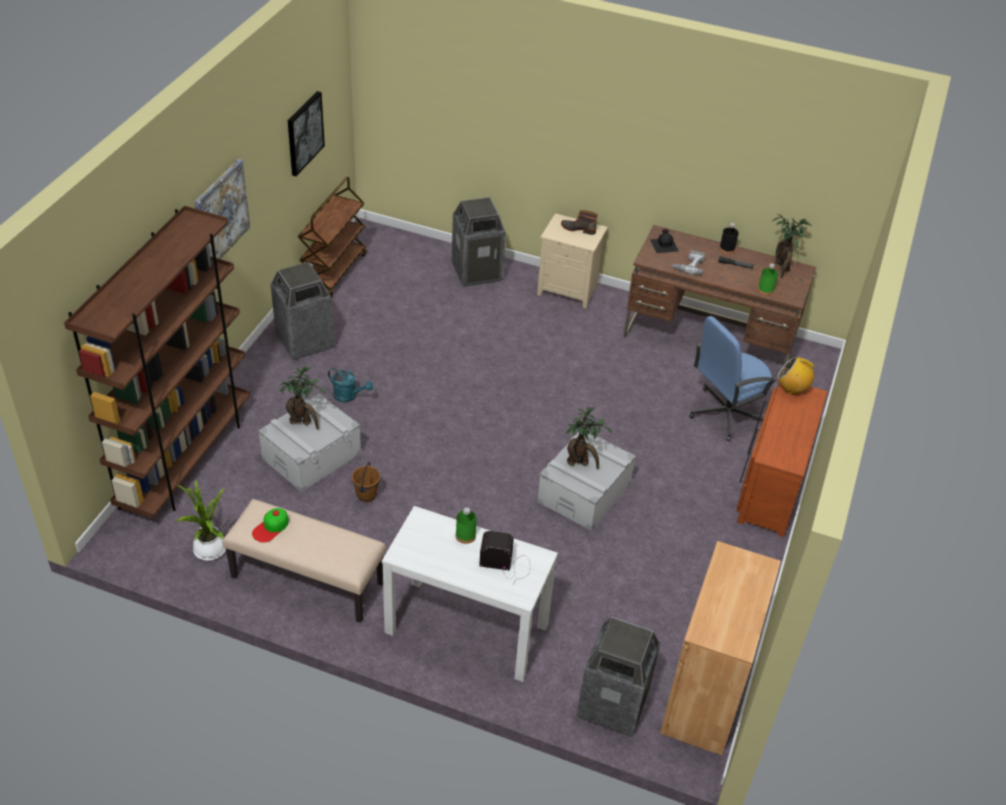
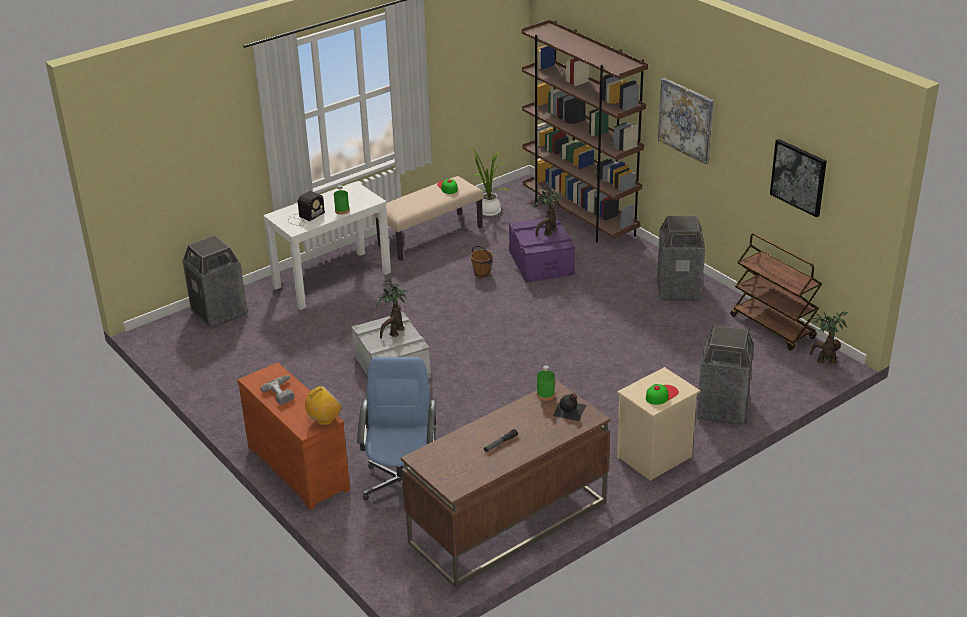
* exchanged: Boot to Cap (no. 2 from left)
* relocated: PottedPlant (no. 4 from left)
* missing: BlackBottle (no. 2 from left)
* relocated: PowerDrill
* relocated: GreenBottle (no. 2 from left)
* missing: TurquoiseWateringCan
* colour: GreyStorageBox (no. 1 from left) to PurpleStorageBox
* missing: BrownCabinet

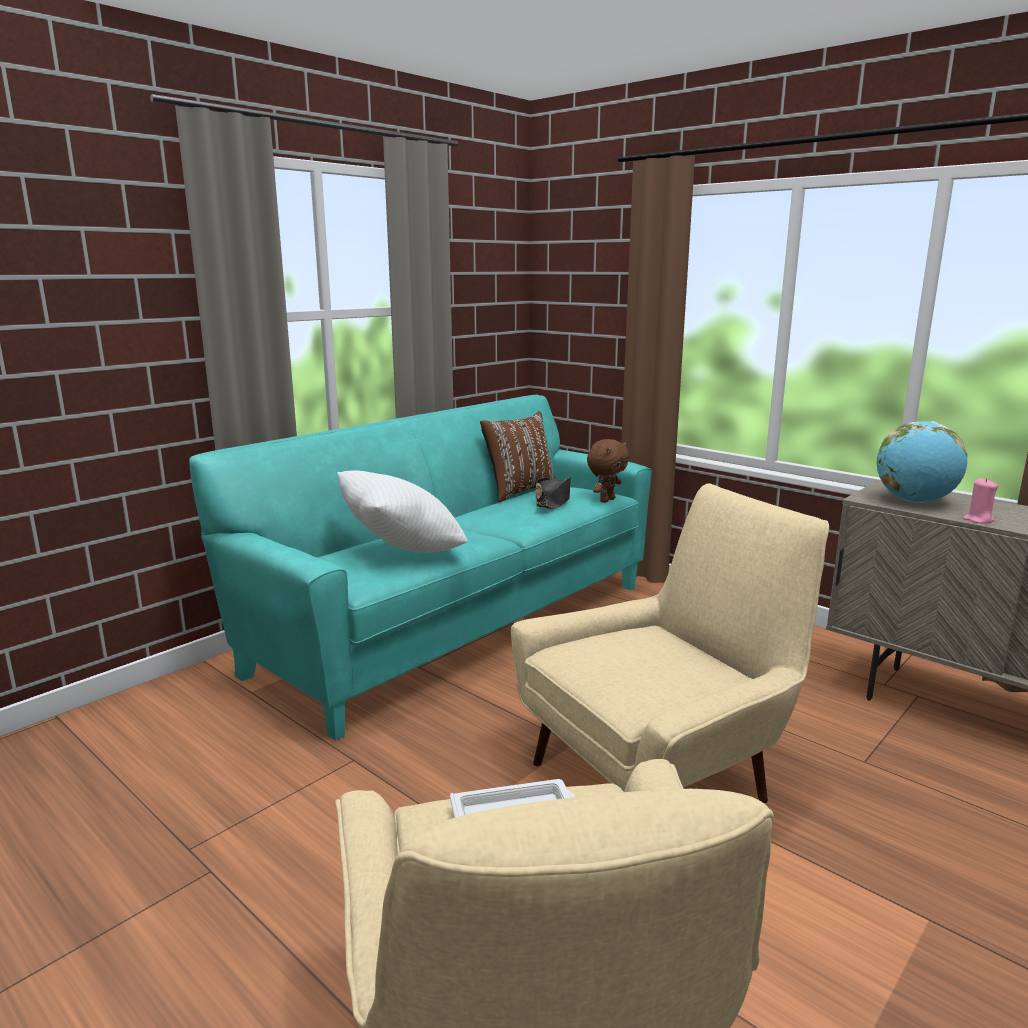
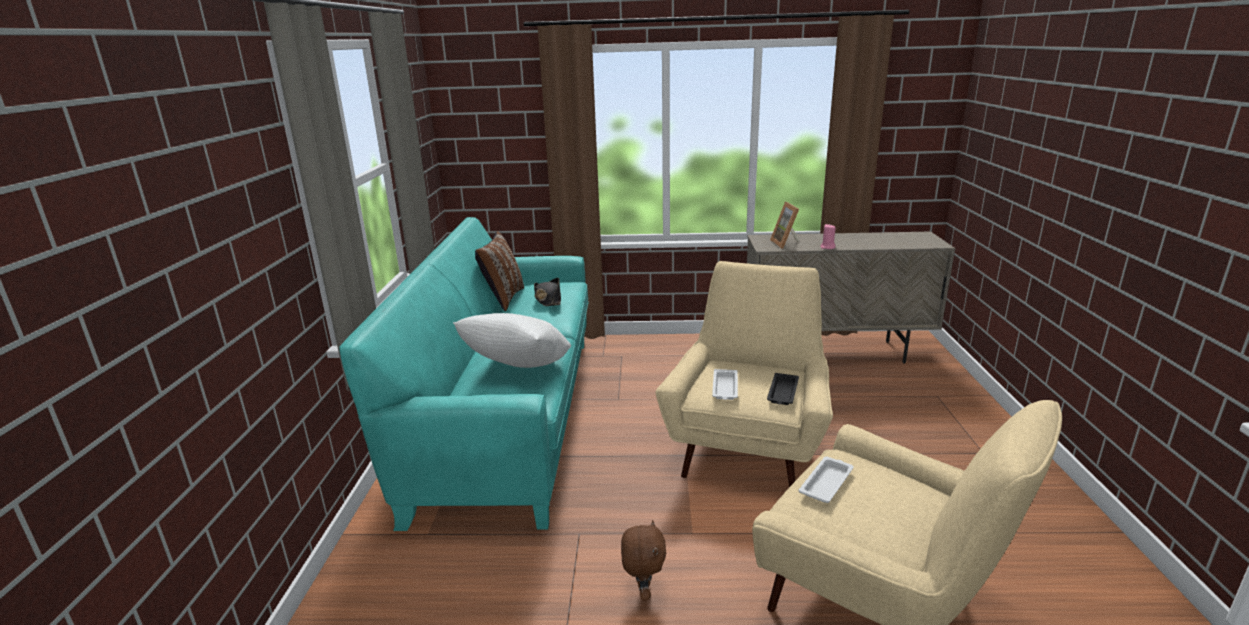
* exchanged: Globe to PictureFrame
* relocated: BrownPlushToy
* appeared: WhiteTray (no. 1 from left)
* appeared: BlackTray

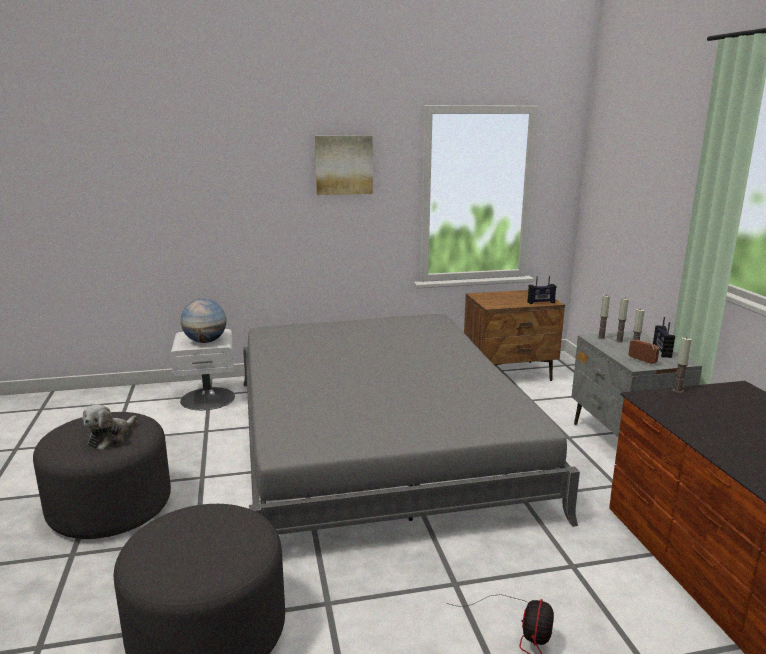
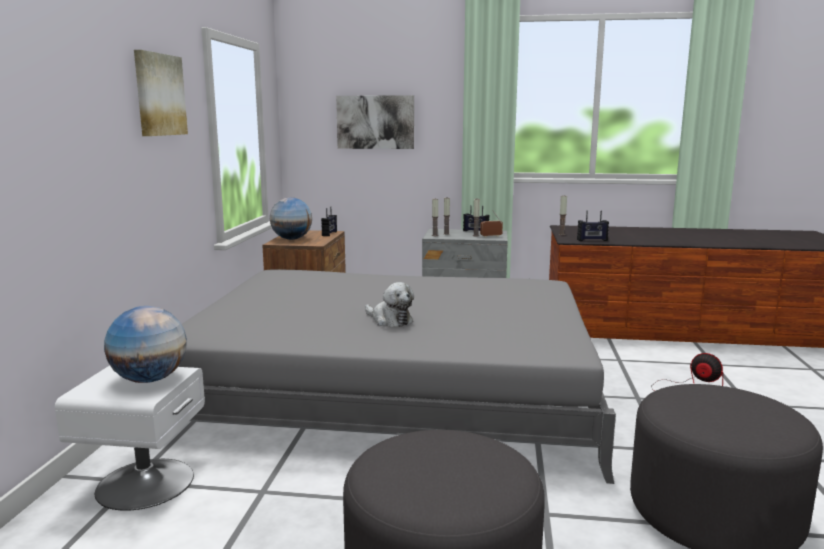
* relocated: PlushToy
* appeared: Picture (no. 2 from left)
* appeared: Globe (no. 2 from left)
* appeared: Radio (no. 4 from left)

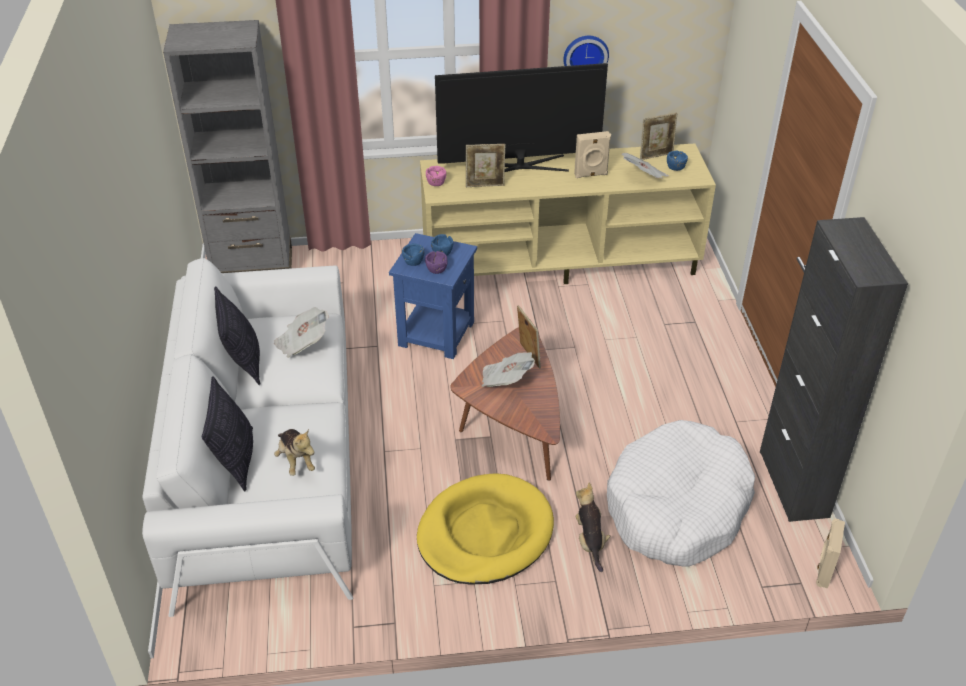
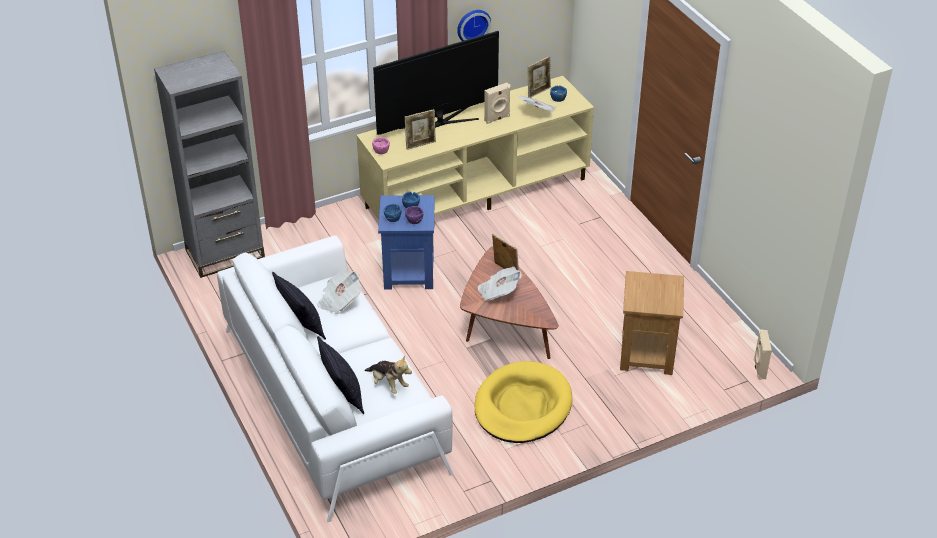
* missing: BlackCabinet
* exchanged: WhiteDogBed to BrownSideTable
* missing: PlushToy (no. 2 from left)

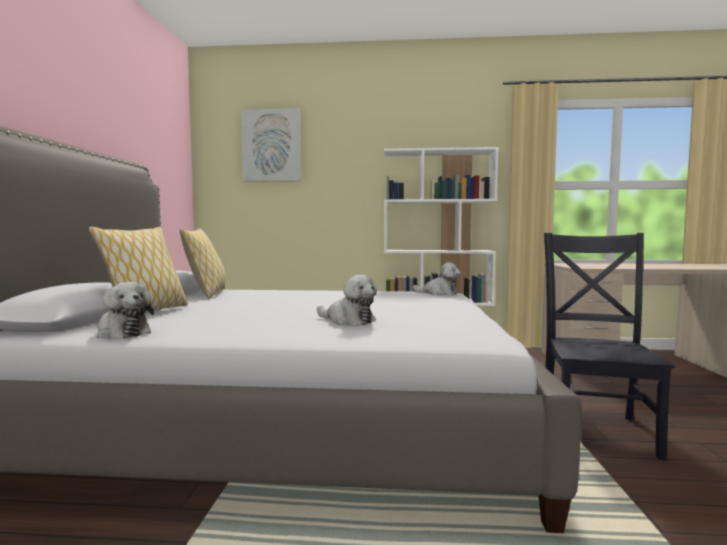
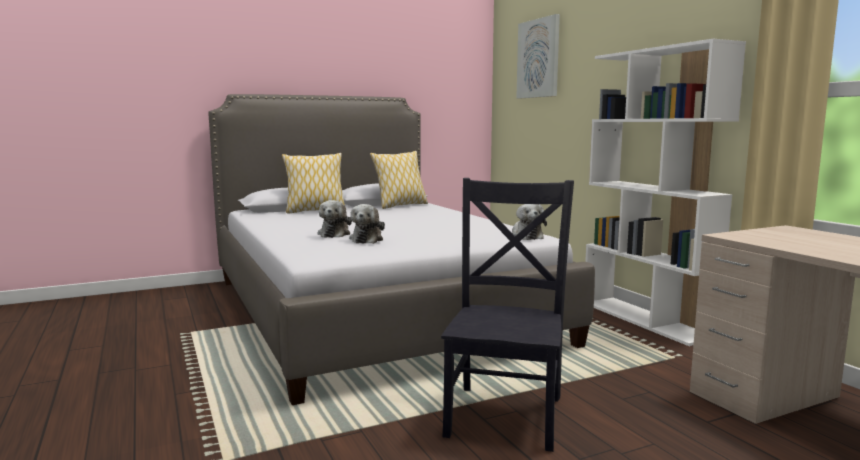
* spun: BlackChair 60 degrees counterclockwise
* relocated: PlushToy (no. 1 from left in the first image) to PlushToy (no. 2 from left)

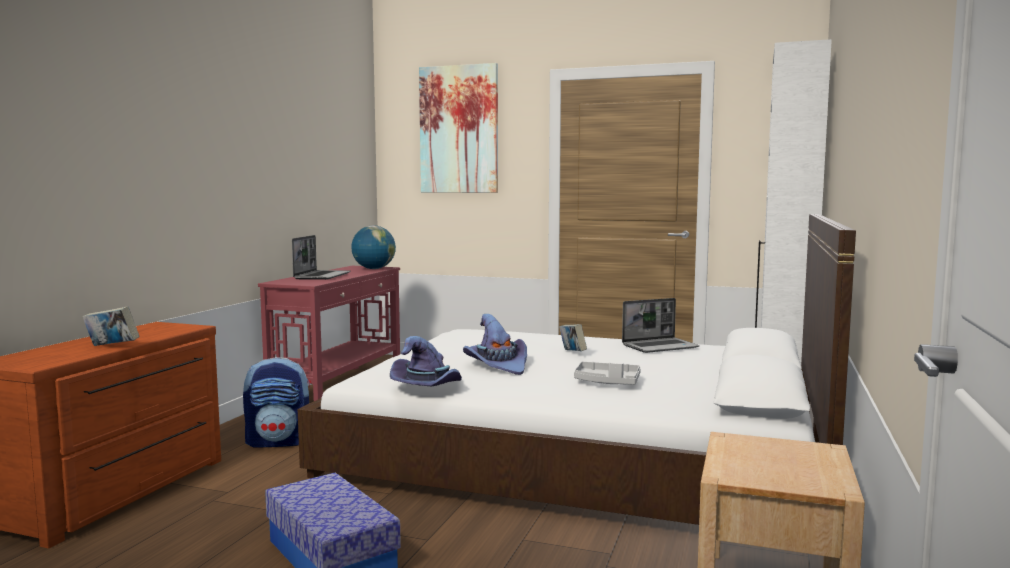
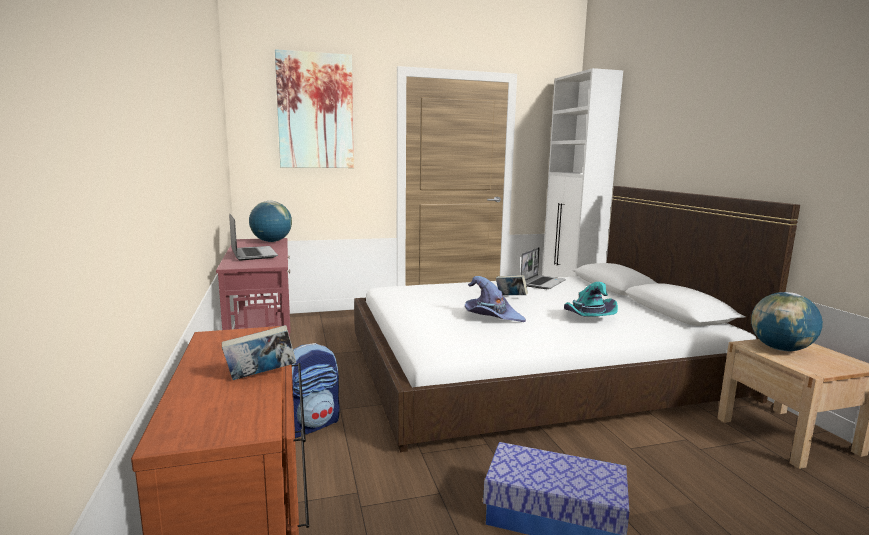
* missing: PurpleHat (no. 1 from left)
* exchanged: GreyTray to TurquoiseHat
* appeared: Globe (no. 2 from left)

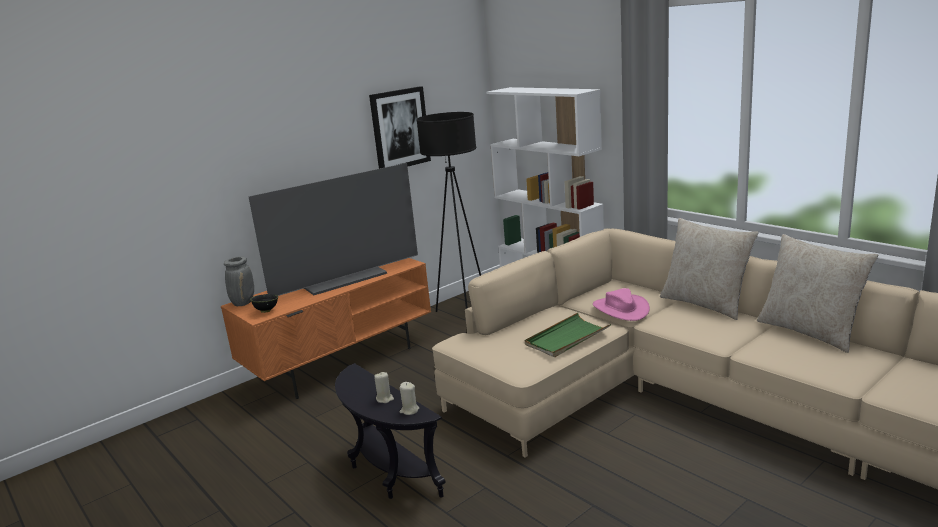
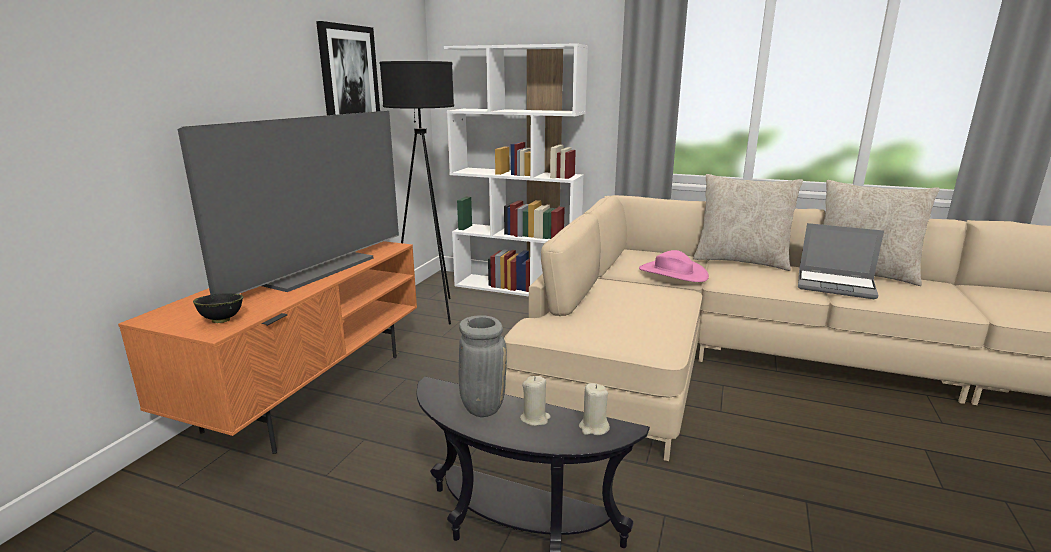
* relocated: GreyVase
* missing: GreenTray
* appeared: Laptop

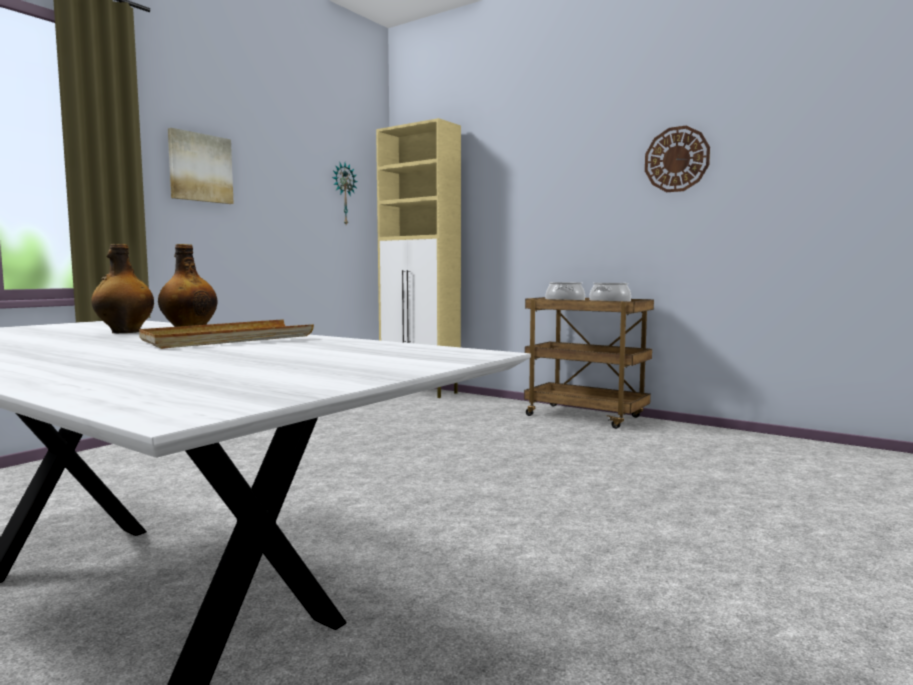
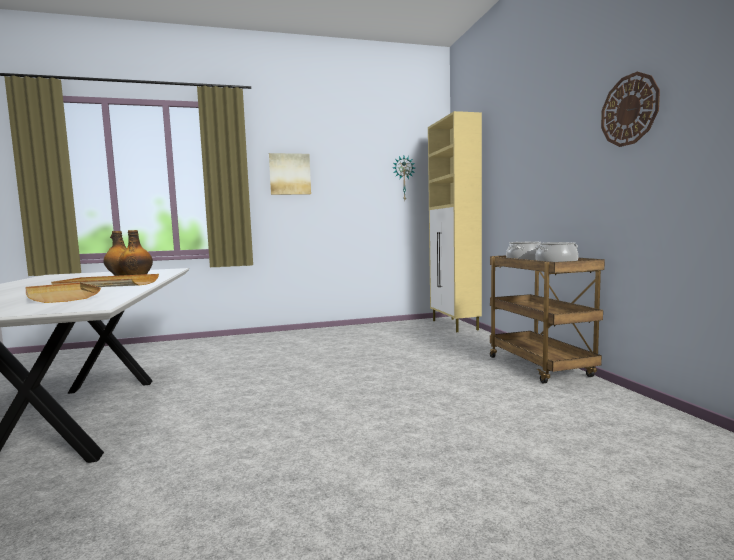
* appeared: BeigeTray (no. 1 from left)

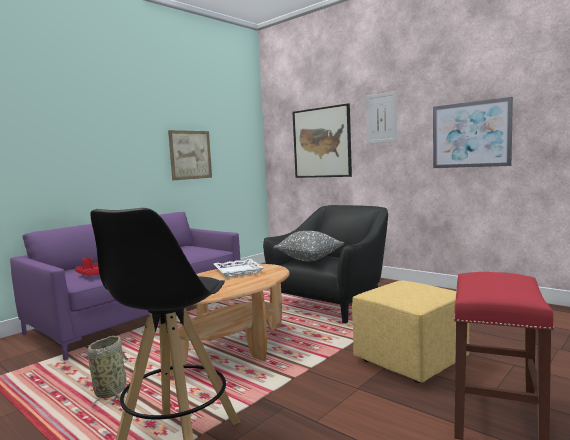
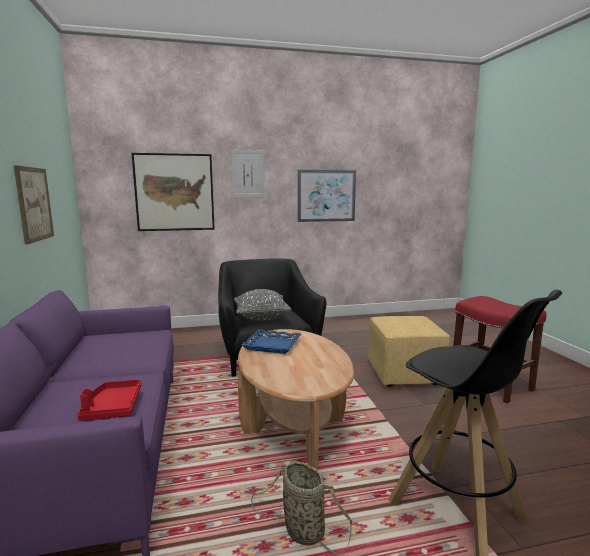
* colour: WhiteTray to BlueTray

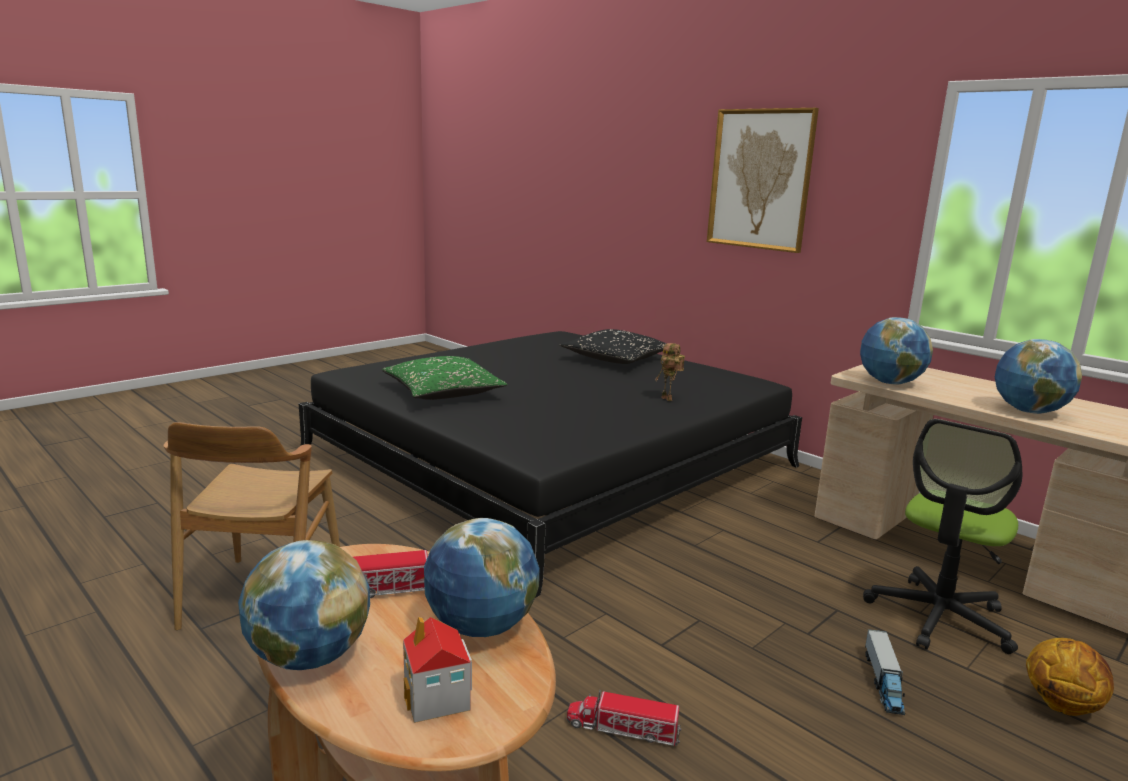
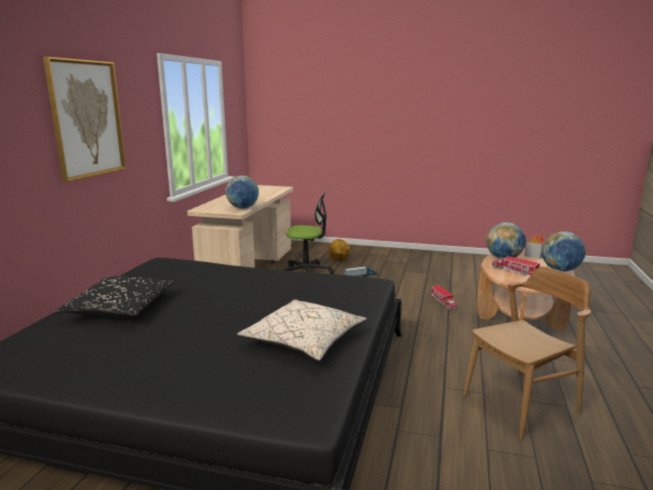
* missing: Globe (no. 4 from left)
* missing: ToyRobot
* colour: GreenPillow to BeigePillow

